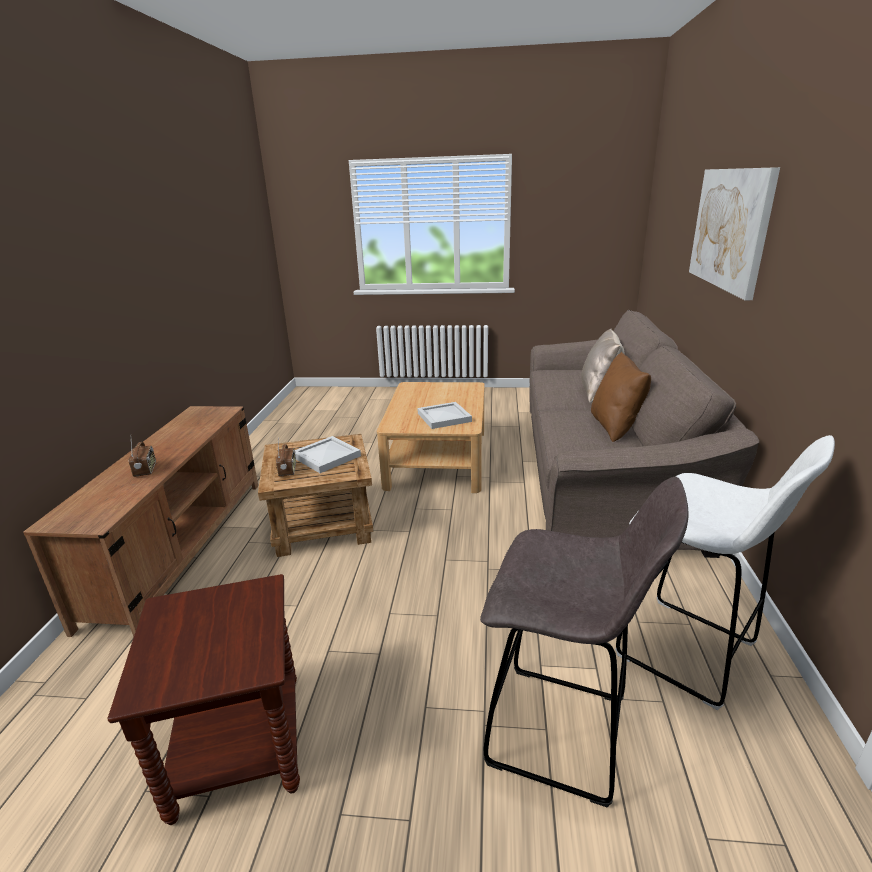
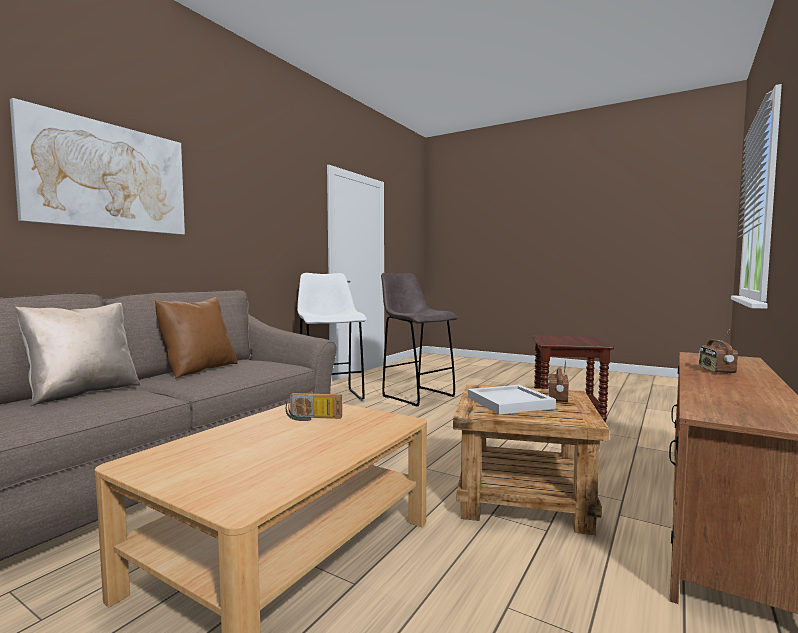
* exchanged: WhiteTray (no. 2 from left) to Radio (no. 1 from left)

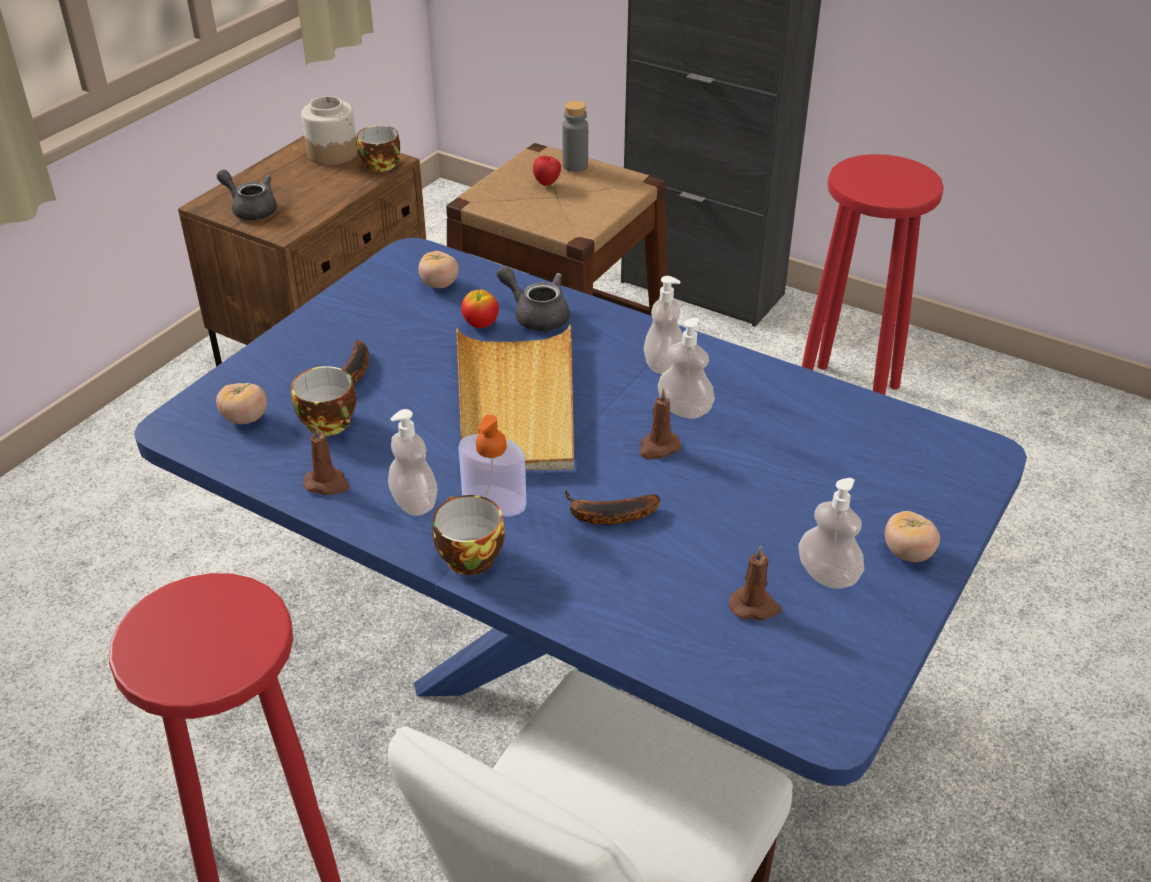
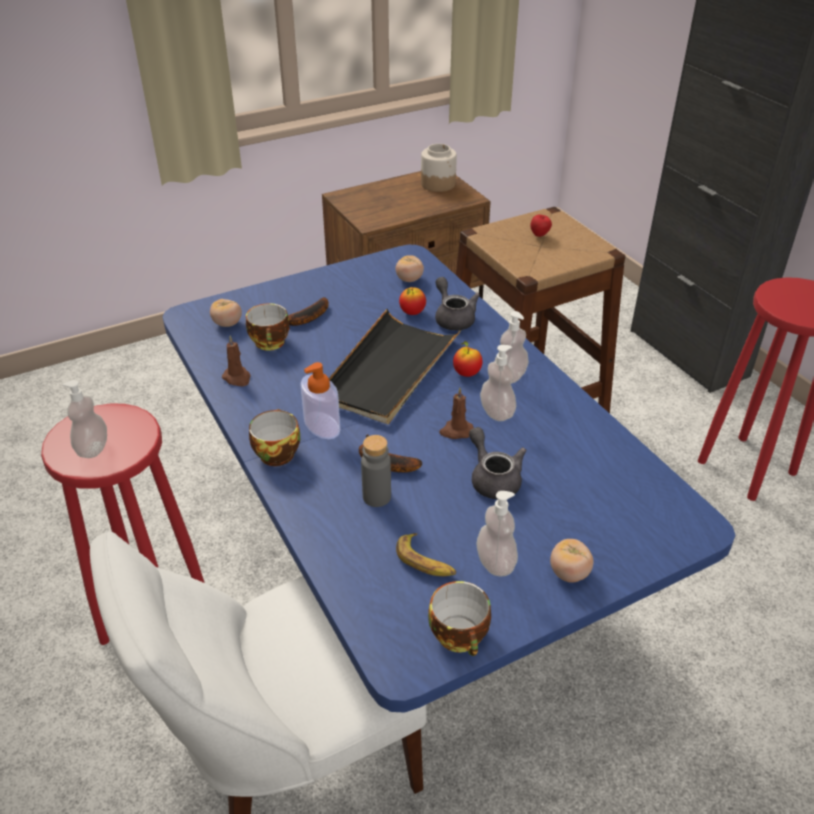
* relocated: GreyBottle
* relocated: Cup (no. 2 from left in the first image) to Cup (no. 3 from left)
* relocated: GreyTeapot (no. 1 from left in the first image) to GreyTeapot (no. 2 from left)
* colour: BeigeTray to BlackTray
* relocated: SoapDispenser (no. 1 from left)
* exchanged: BrownCandle (no. 3 from left) to Banana (no. 3 from left)
* appeared: Apple (no. 2 from left)

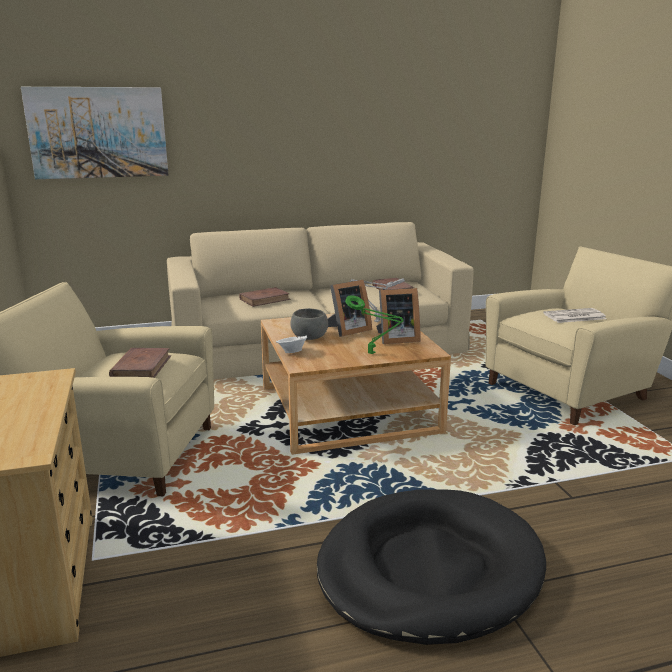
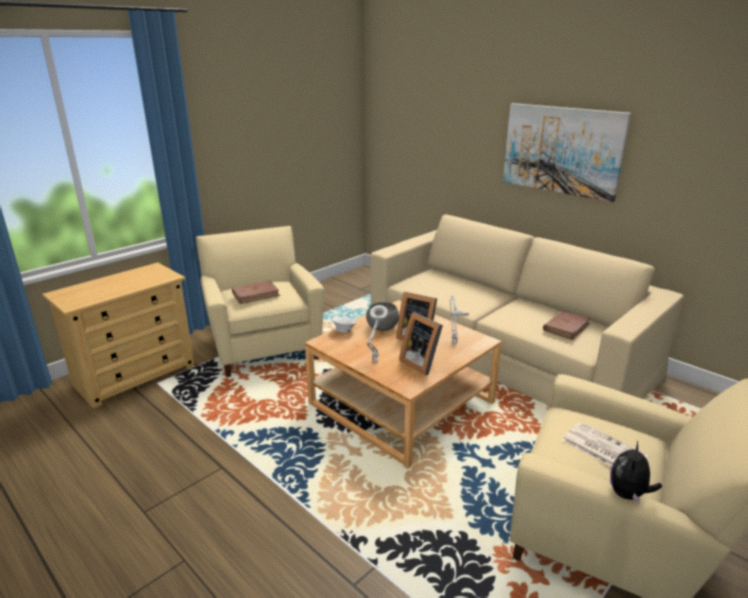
* relocated: Picture
* missing: BrownBook (no. 2 from left)
* colour: GreenTableLamp to GreyTableLamp (no. 1 from left)
* missing: BlackDogBed
* appeared: PlushToy

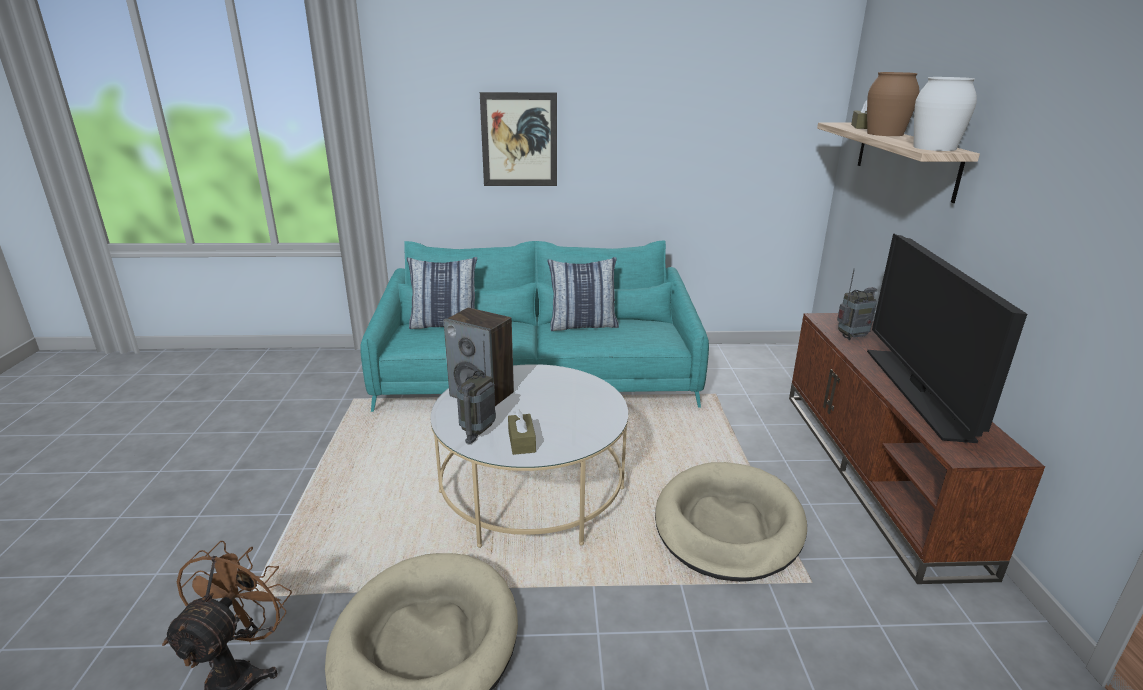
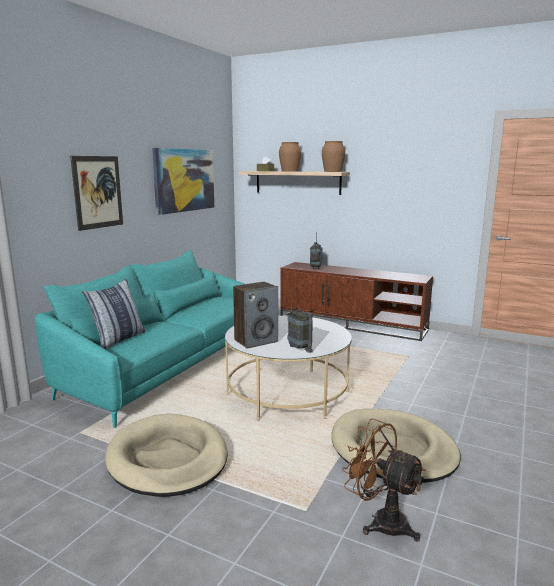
* colour: WhiteVase to BrownVase (no. 2 from left)
* missing: Television
* missing: Pillow (no. 2 from left)
* missing: BrownTissueBox (no. 1 from left)
* relocated: BeigeDogBed (no. 2 from left in the first image) to BeigeDogBed (no. 1 from left)
* appeared: Picture (no. 2 from left)

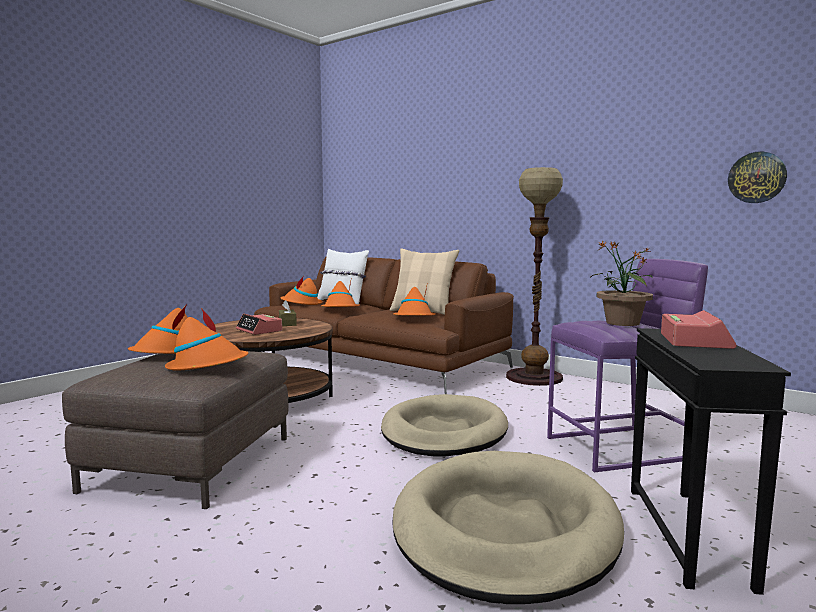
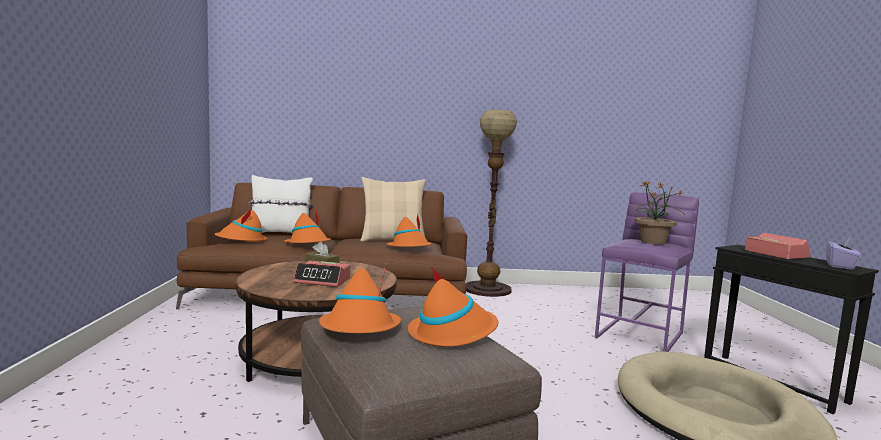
* missing: WallClock
* missing: BeigeDogBed (no. 1 from left)
* appeared: PurpleTissueBox

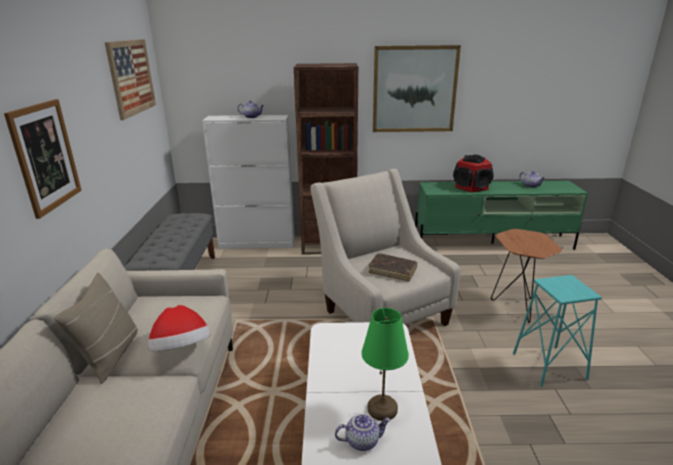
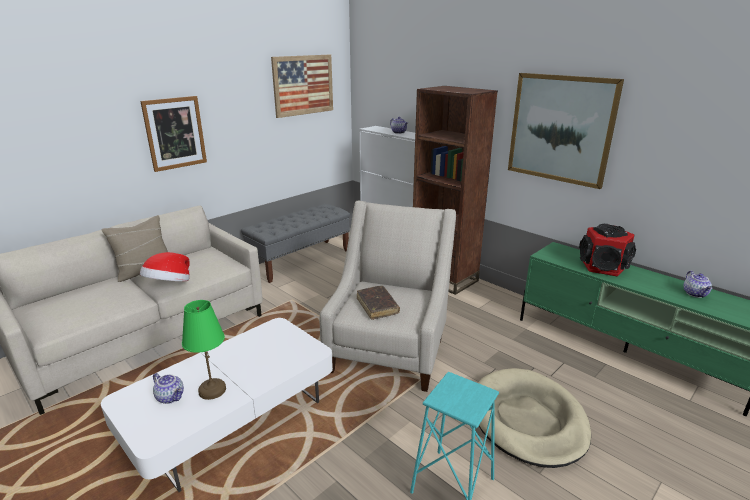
* exchanged: BrownSideTable to BeigeDogBed

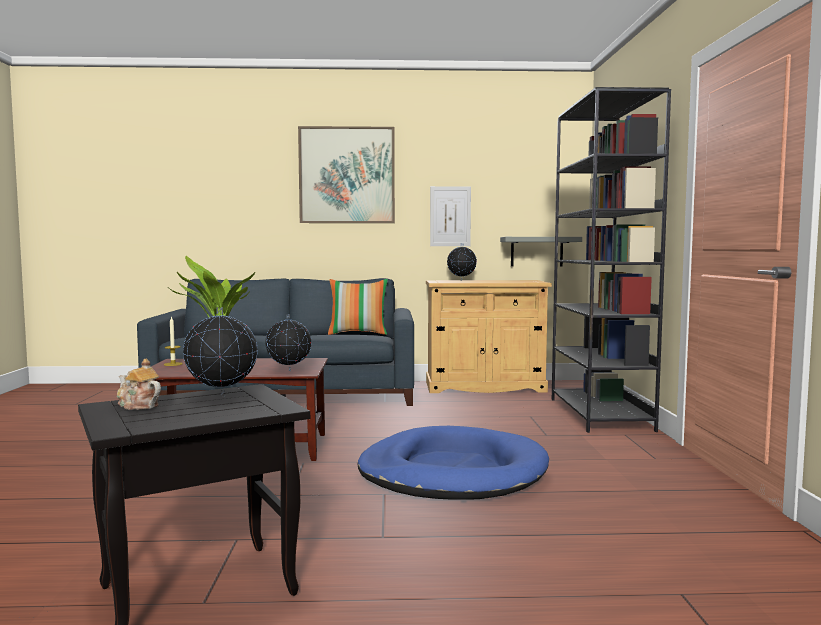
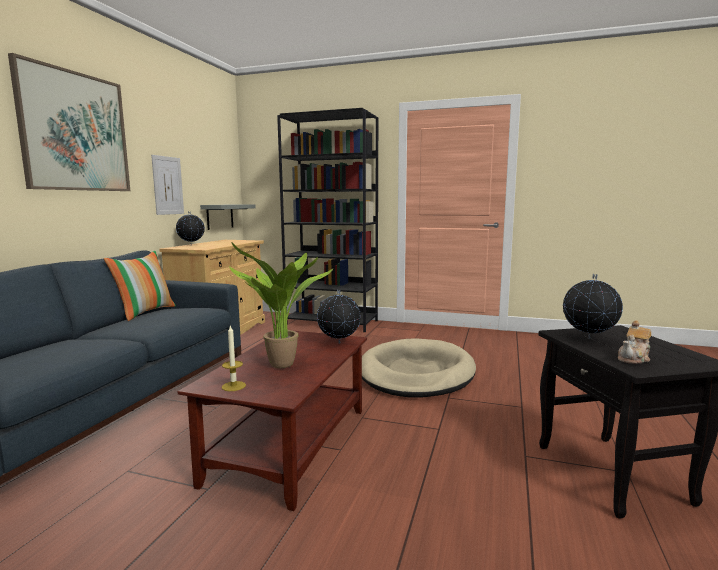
* colour: BlueDogBed to BeigeDogBed

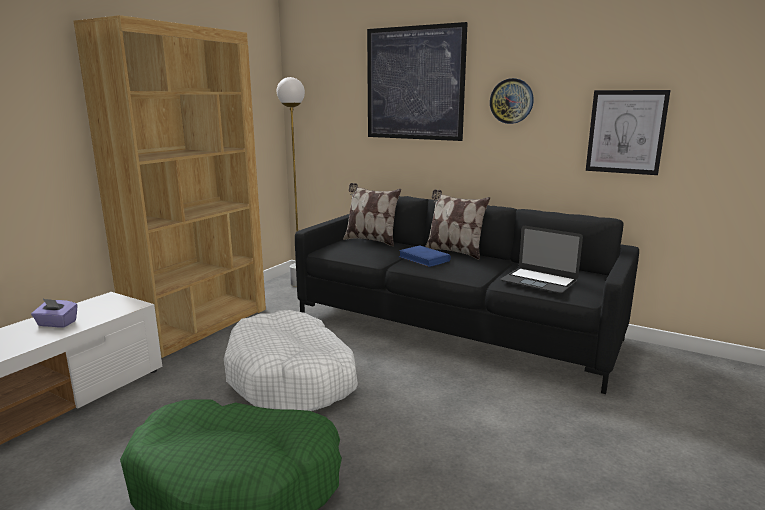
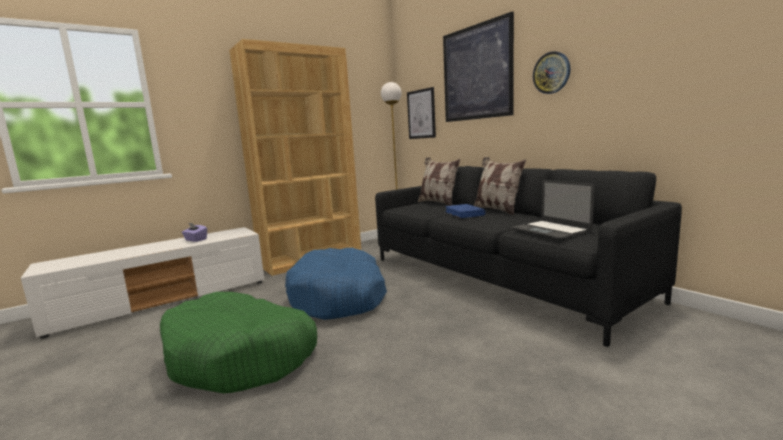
* relocated: Picture (no. 2 from left in the first image) to Picture (no. 1 from left)
* colour: WhiteDogBed to BlueDogBed

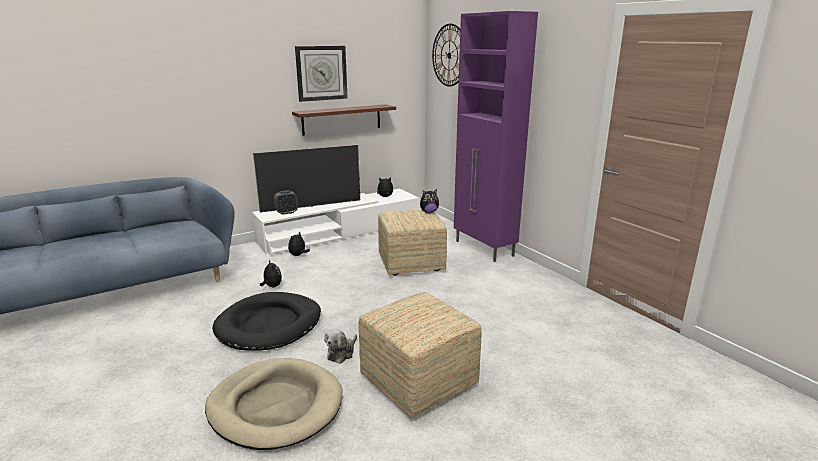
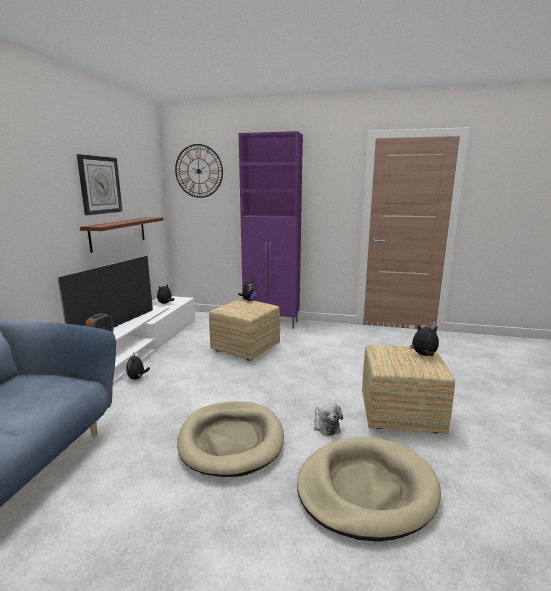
* relocated: PlushToy (no. 1 from left in the first image) to PlushToy (no. 5 from left)
* colour: BlackDogBed to BeigeDogBed (no. 1 from left)

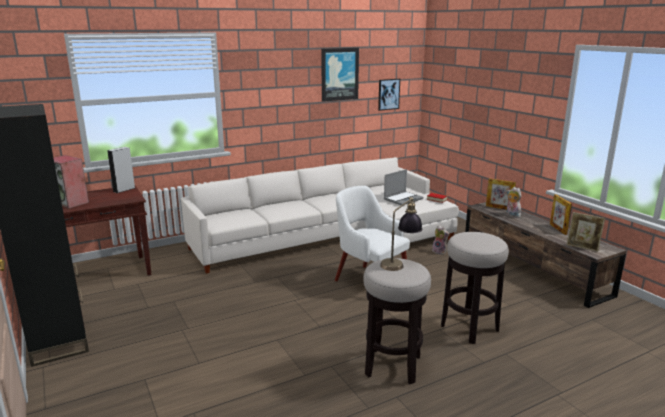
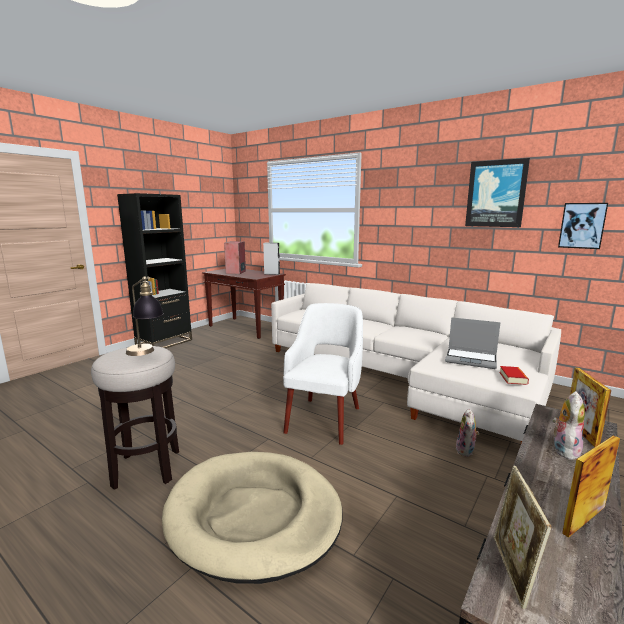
* exchanged: Stool (no. 2 from left) to BeigeDogBed

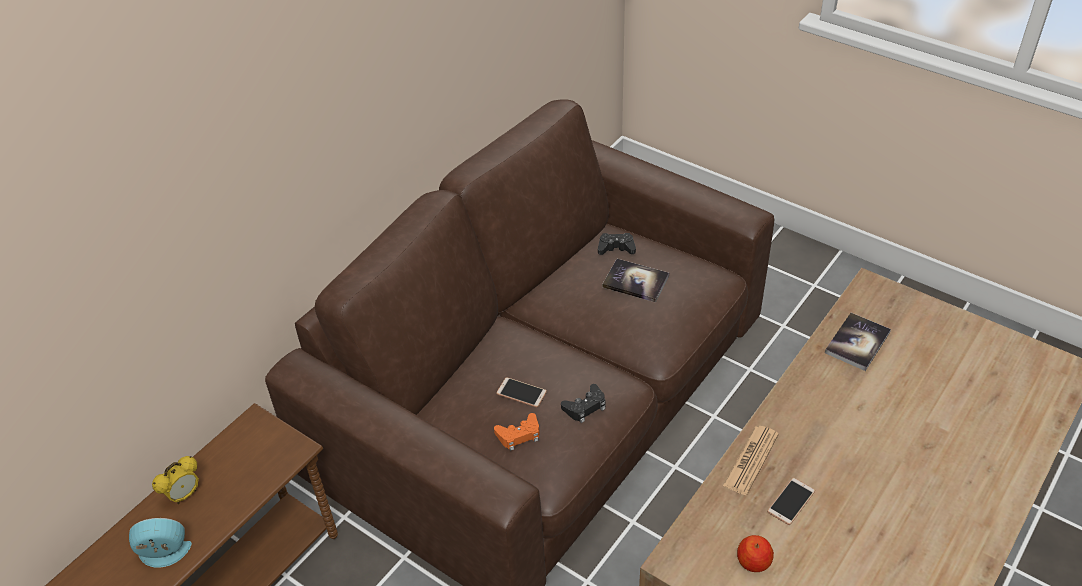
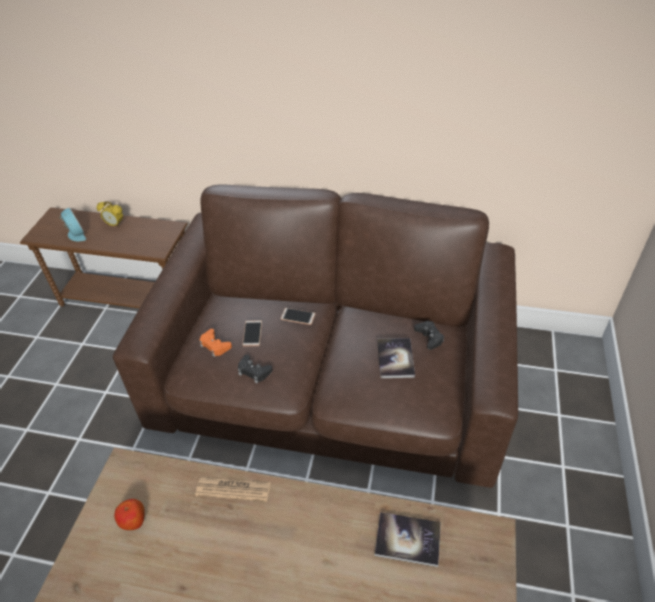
* relocated: Phone (no. 2 from left)

